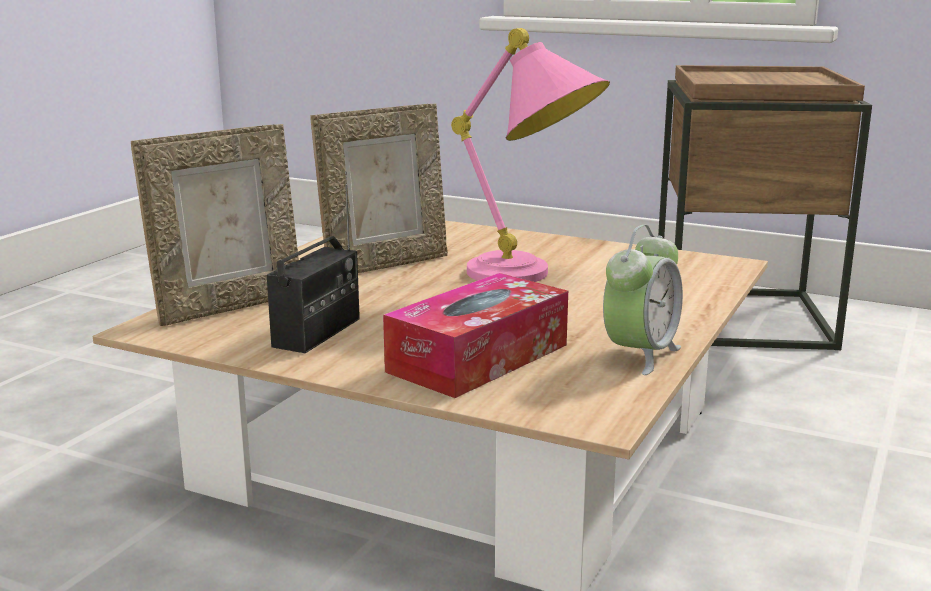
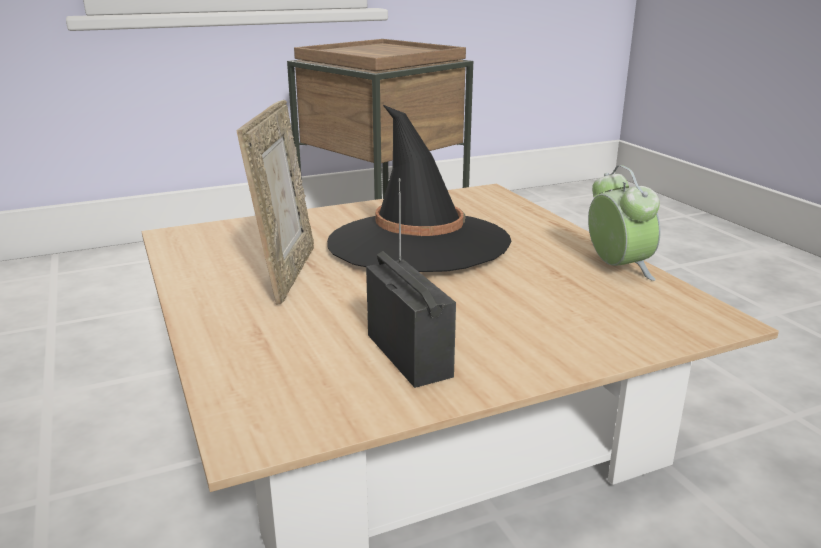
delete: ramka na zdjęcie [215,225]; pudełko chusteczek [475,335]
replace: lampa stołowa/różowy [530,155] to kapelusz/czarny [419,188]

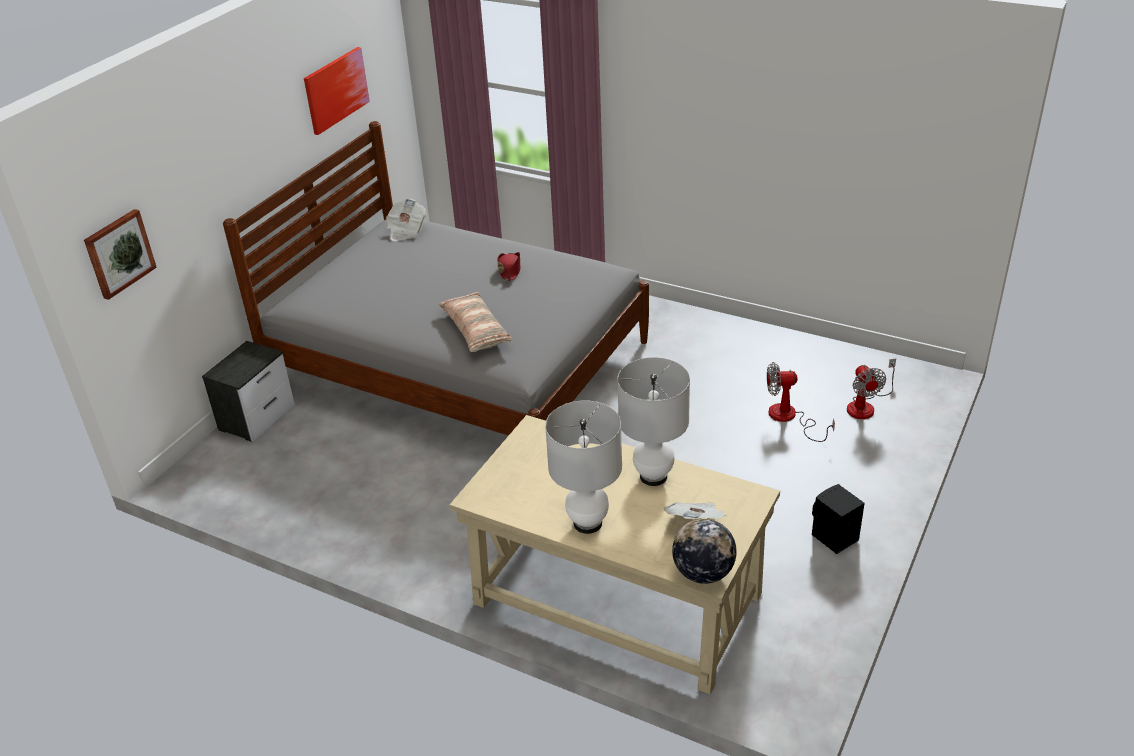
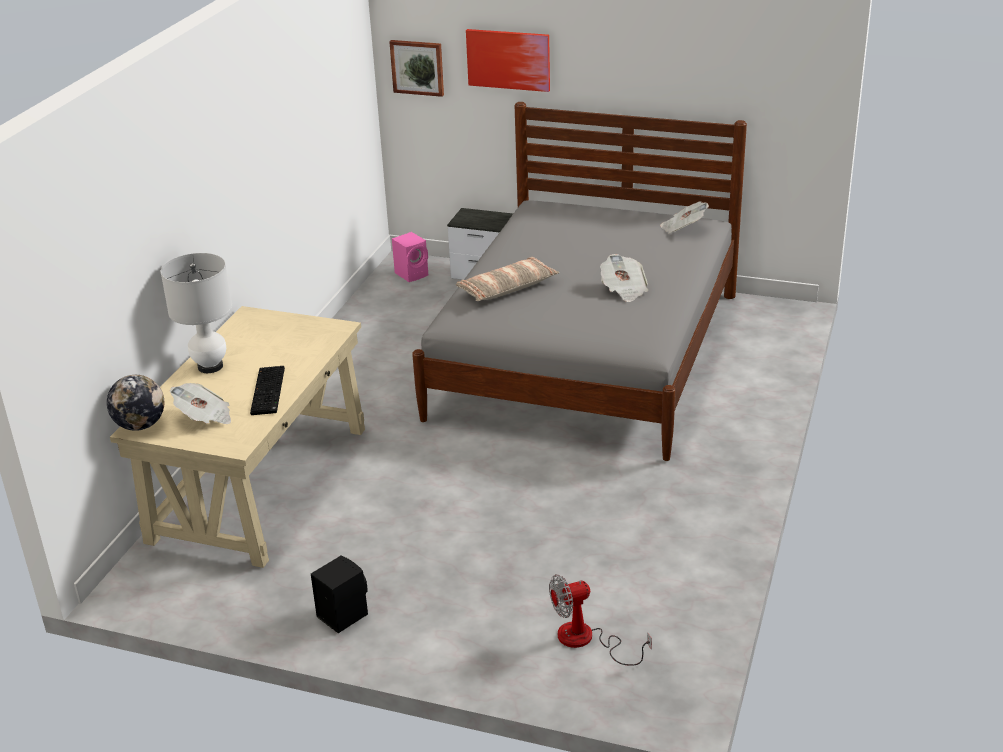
delete: wentylator [801,402]
insert: głośnik/różowy [410,257]
move: obraz [337,91] to [508,60]
replace: kapelusz/czerwony [508,266] to gazeta [624,278]; lampa stołowa/biały [653,421] to klawiatura [267,390]

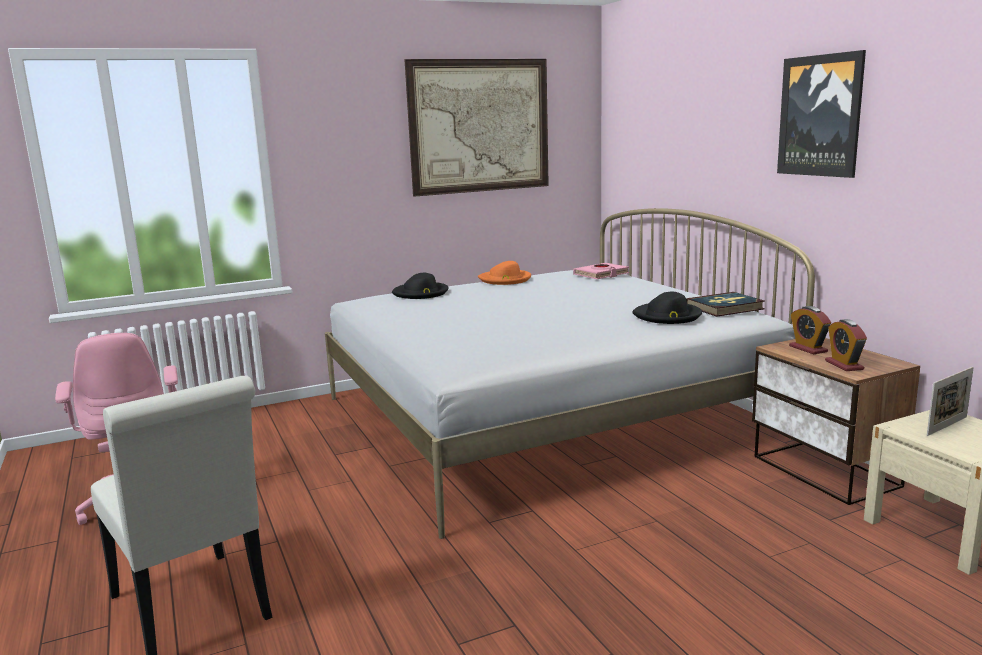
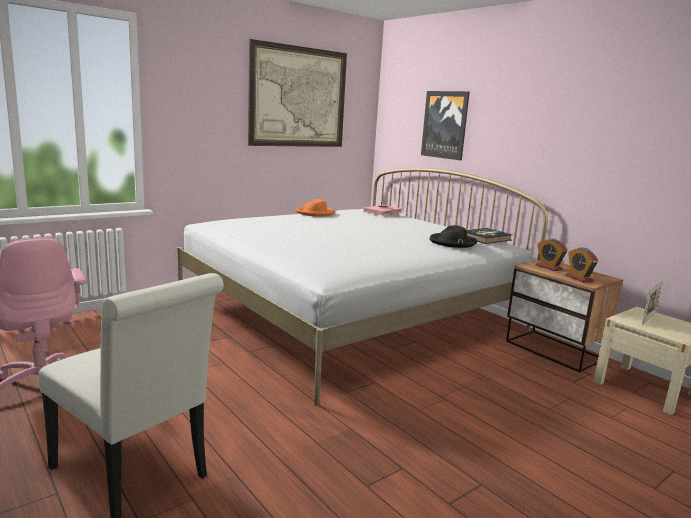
delete: kapelusz/czarny [420,286]
move: obraz [821,114] to [445,126]

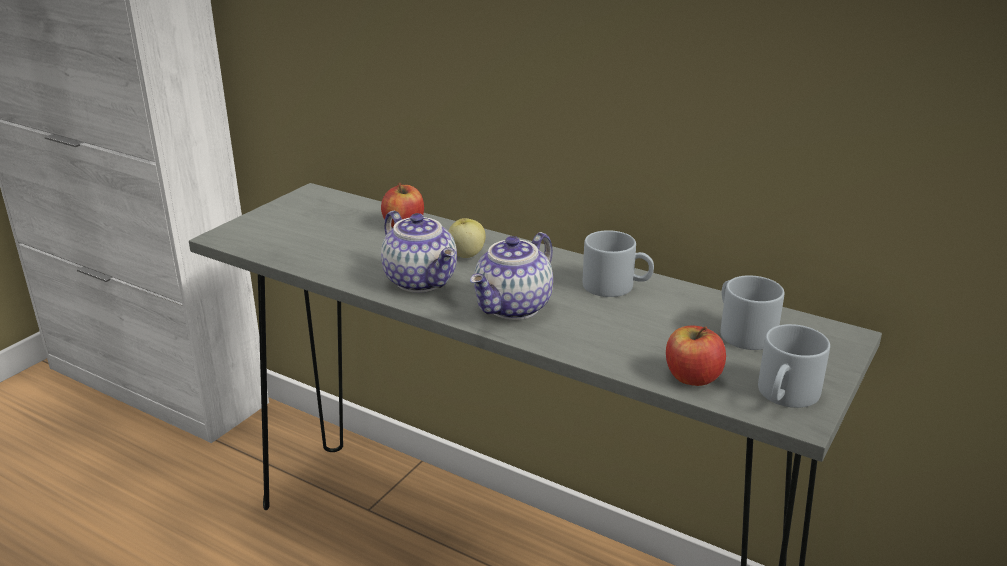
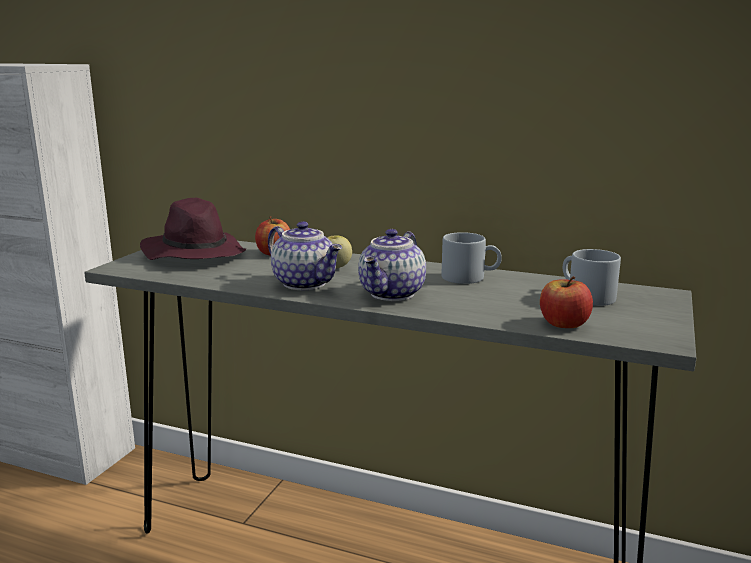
delete: kubek/szary [794,366]
insert: kapelusz/fioletowy [193,229]

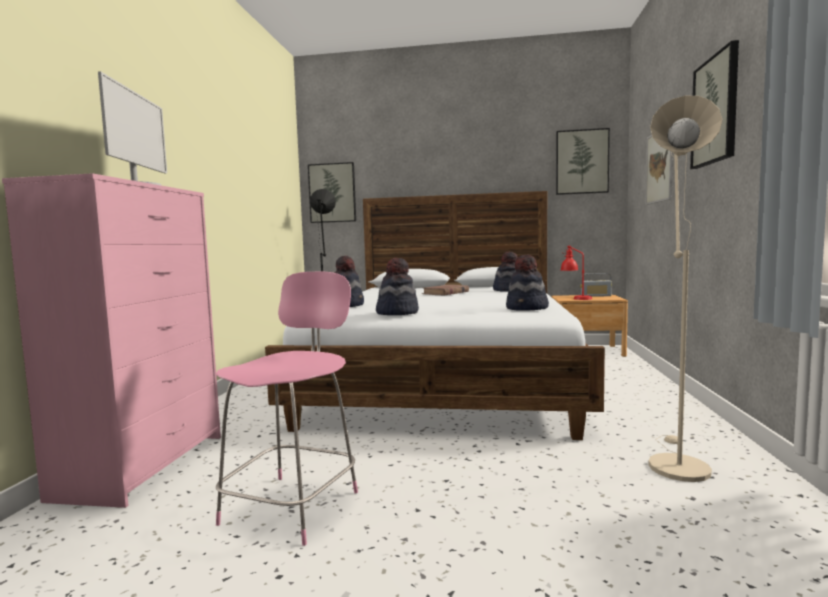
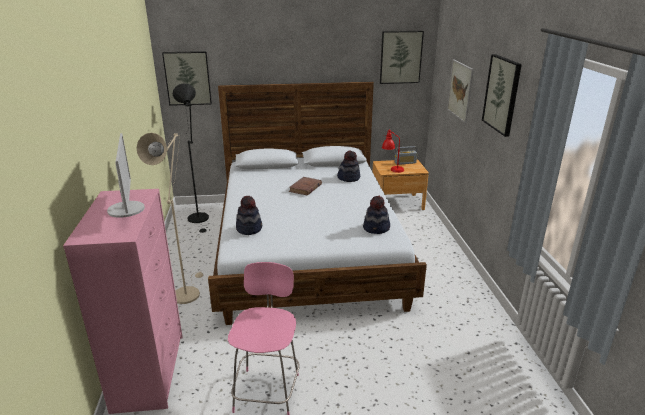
delete: kapelusz [397,286]
move: lampa stojąca/beżowy [685,288] to [169,218]

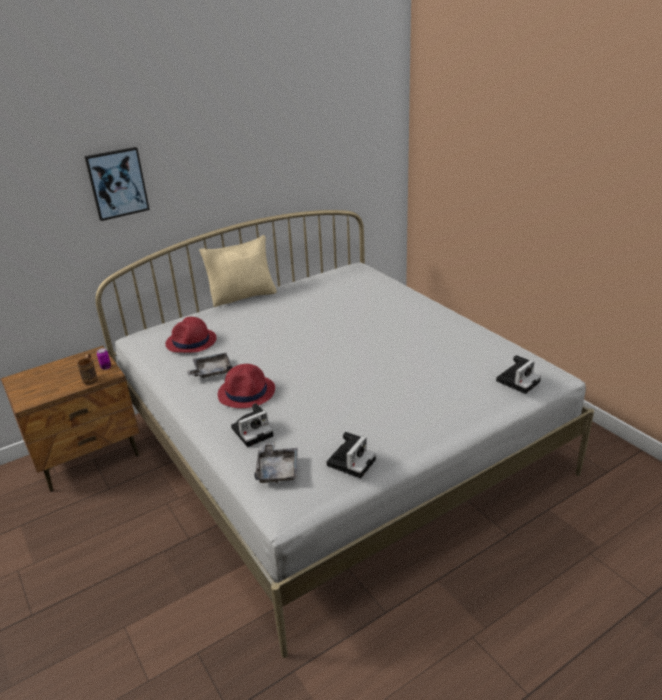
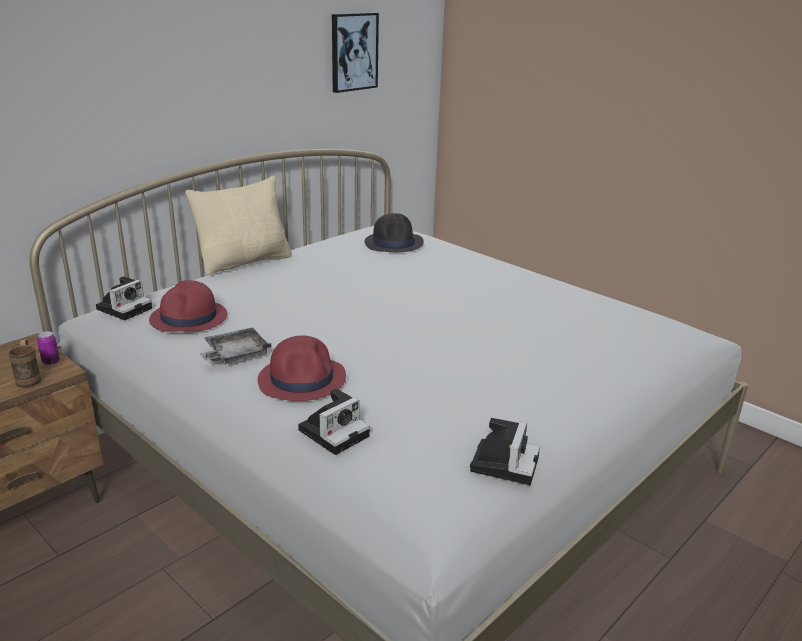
delete: taca/szary [276,462]
insert: kapelusz/czarny [394,232]
move: obraz [117,184] to [355,52]; aparat fotograficzny [518,374] to [124,298]

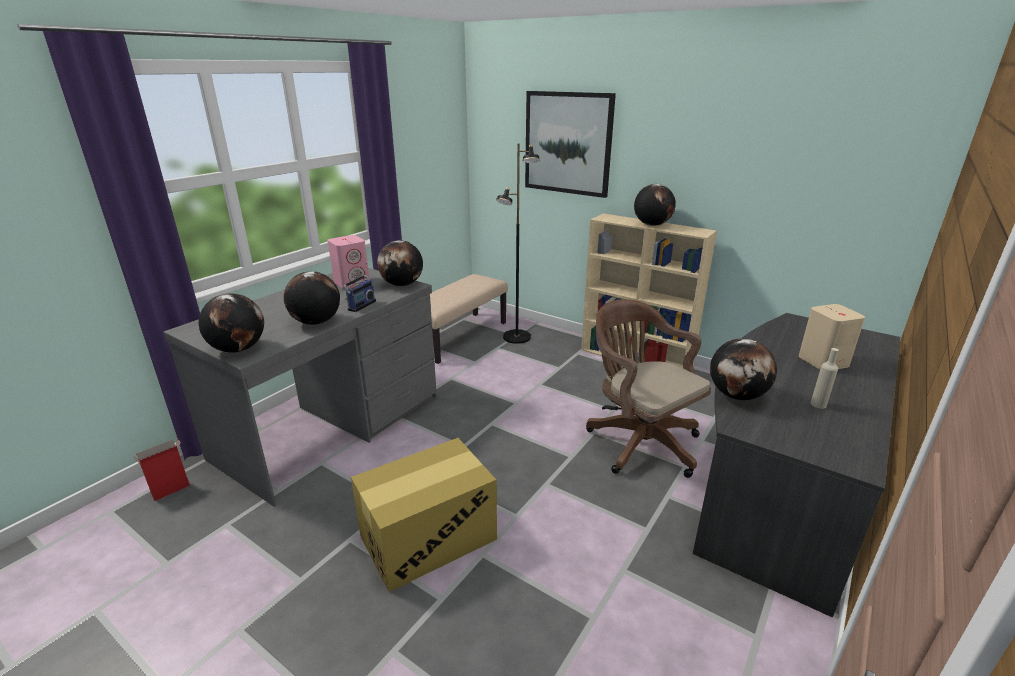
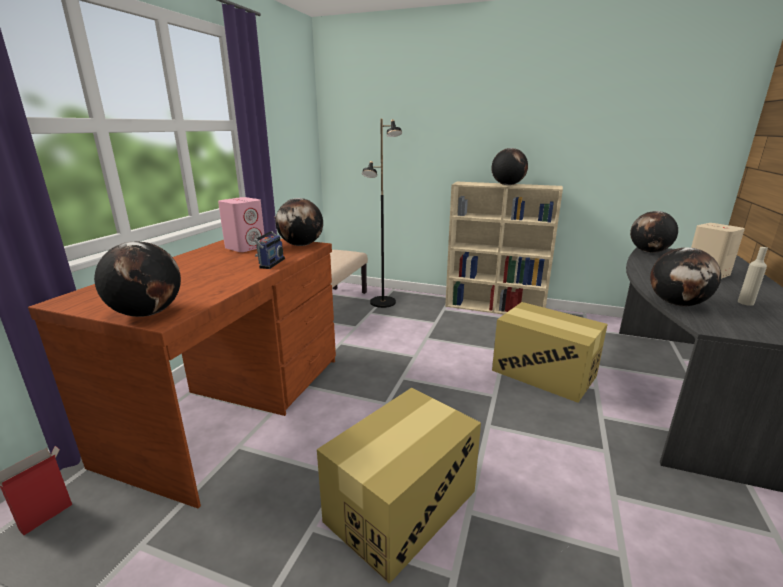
delete: obraz [570,144]
move: globus [312,298] to [654,232]
replace: krzesło biurowe/brązowy [648,388] to karton [550,352]
recolor: biurko/szary [300,387] to biurko/brązowy [182,373]

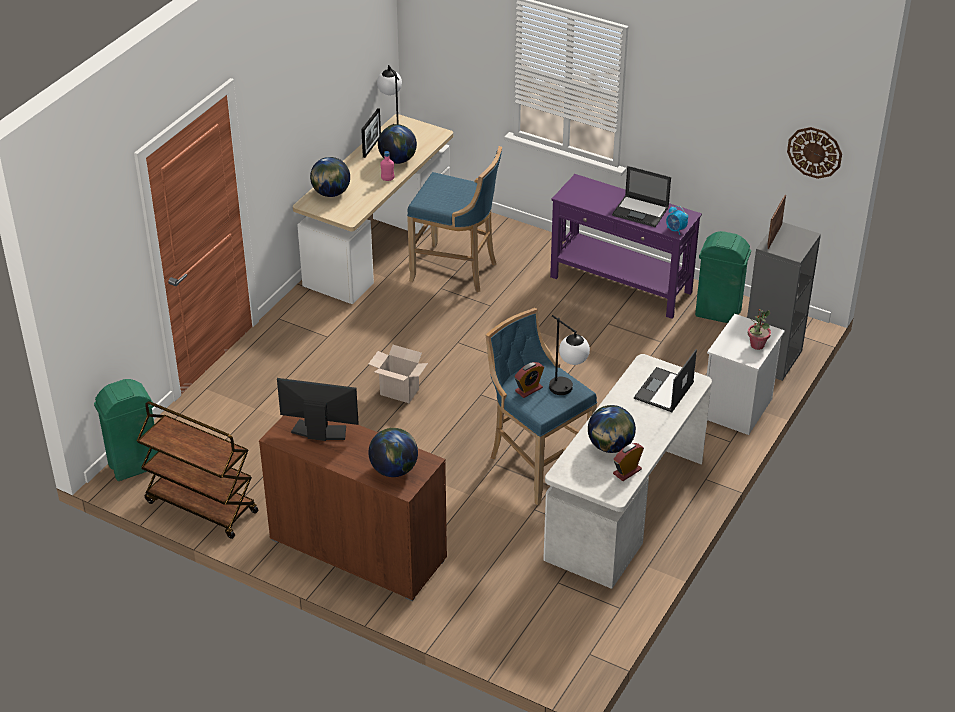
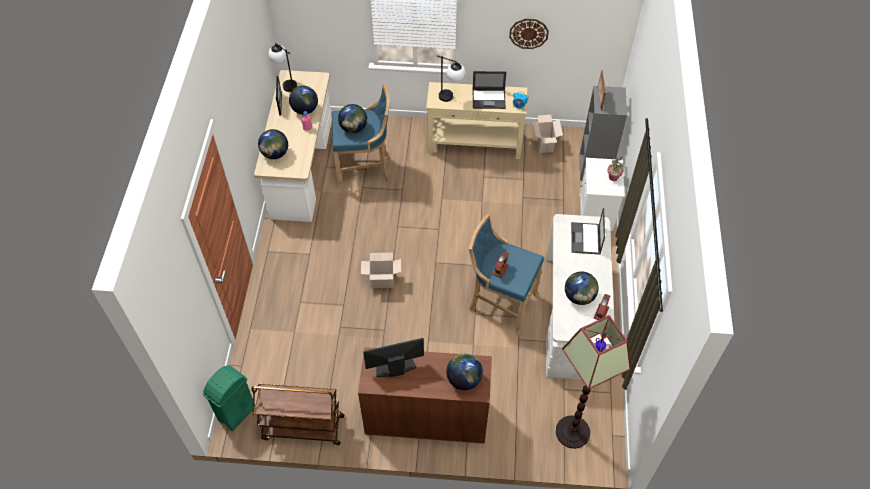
insert: globus [352,118]; lampa stojąca [594,382]
move: lampa stołowa [569,355] to [451,78]; zegar ścienny [814,153] to [529,34]
replace: kosz na śmieci/zielony [723,277] to karton [548,134]
recolor: stolik konsolowy/fioletowy [626,246] to stolik konsolowy/beżowy [476,120]

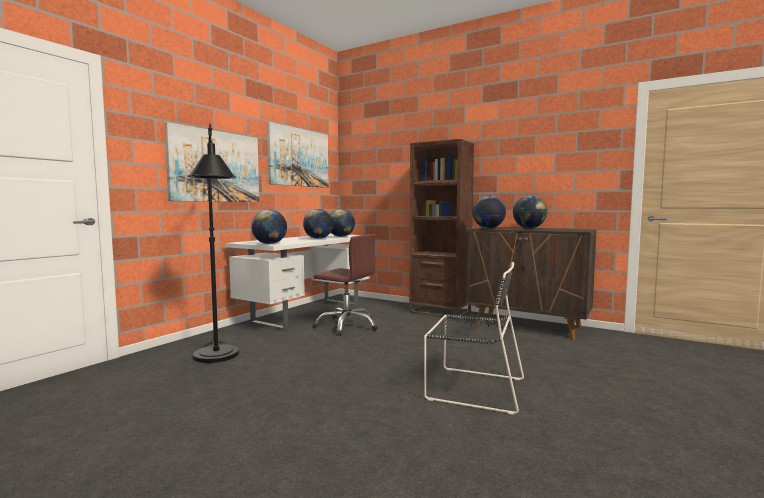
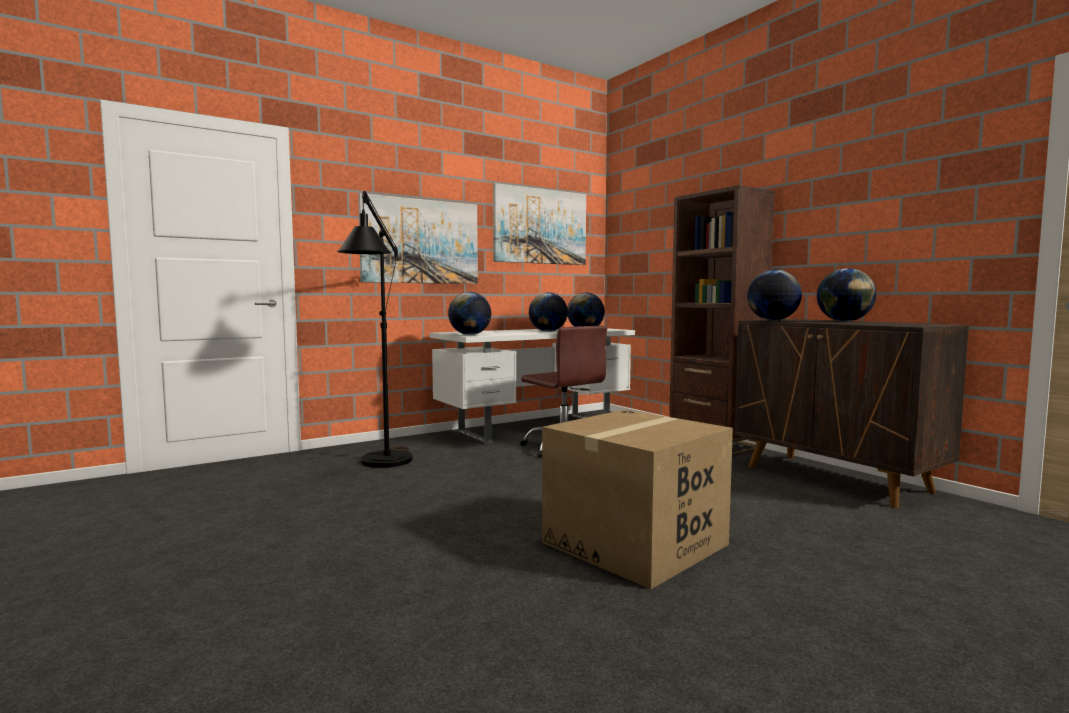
replace: krzesło/czarny [474,338] to karton [637,499]

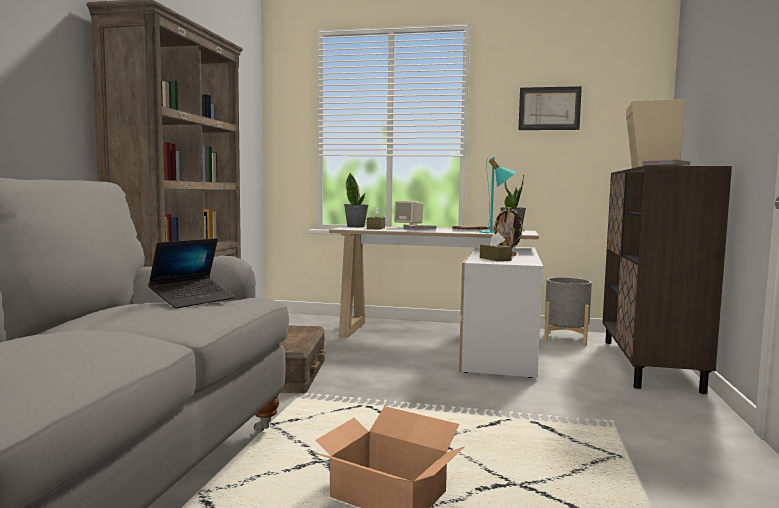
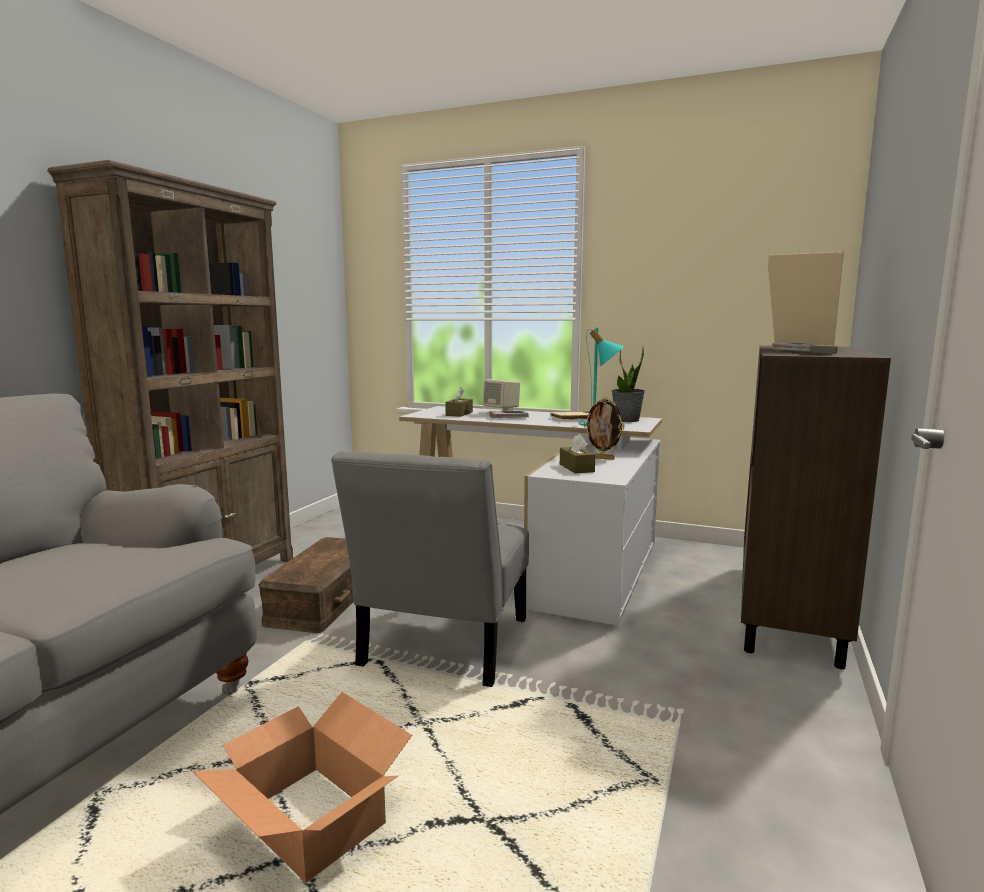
delete: laptop [191,273]; roślina doniczkowa [356,200]; obraz [550,108]; donica/szary [568,311]
insert: krzesło/szary [430,569]

